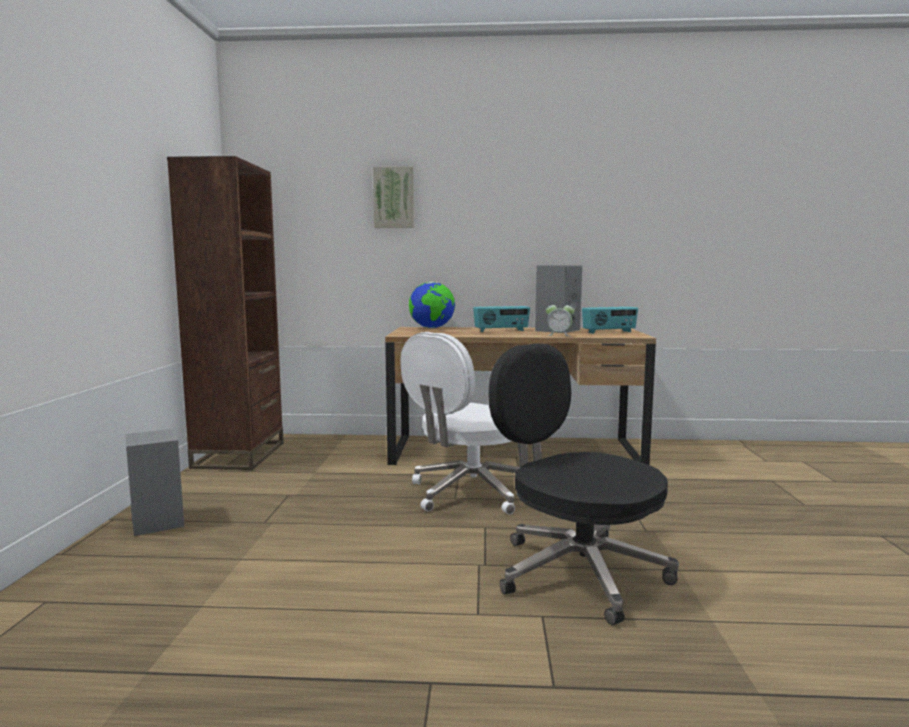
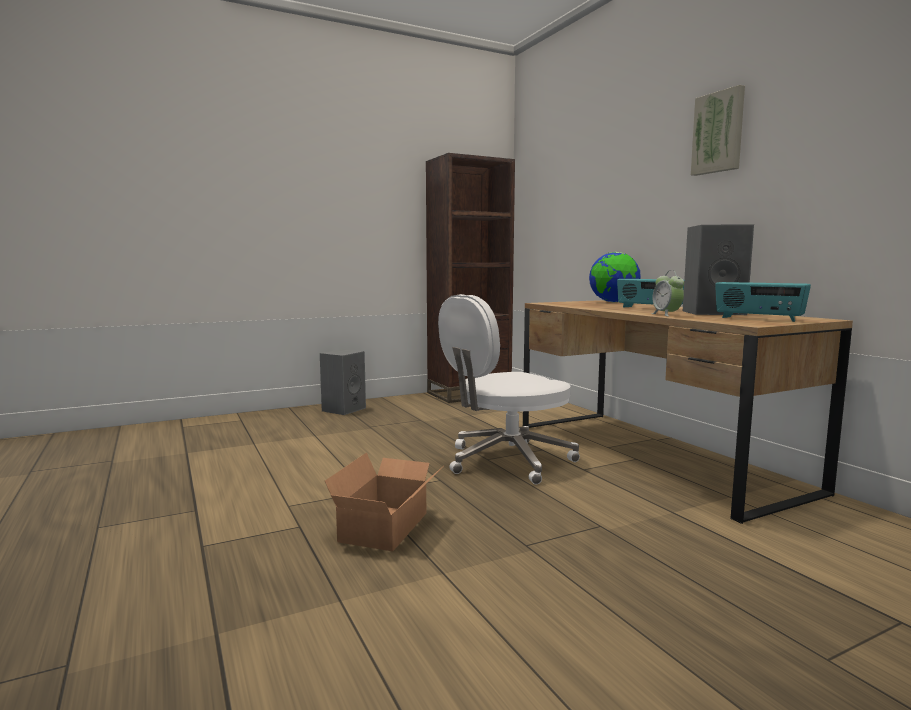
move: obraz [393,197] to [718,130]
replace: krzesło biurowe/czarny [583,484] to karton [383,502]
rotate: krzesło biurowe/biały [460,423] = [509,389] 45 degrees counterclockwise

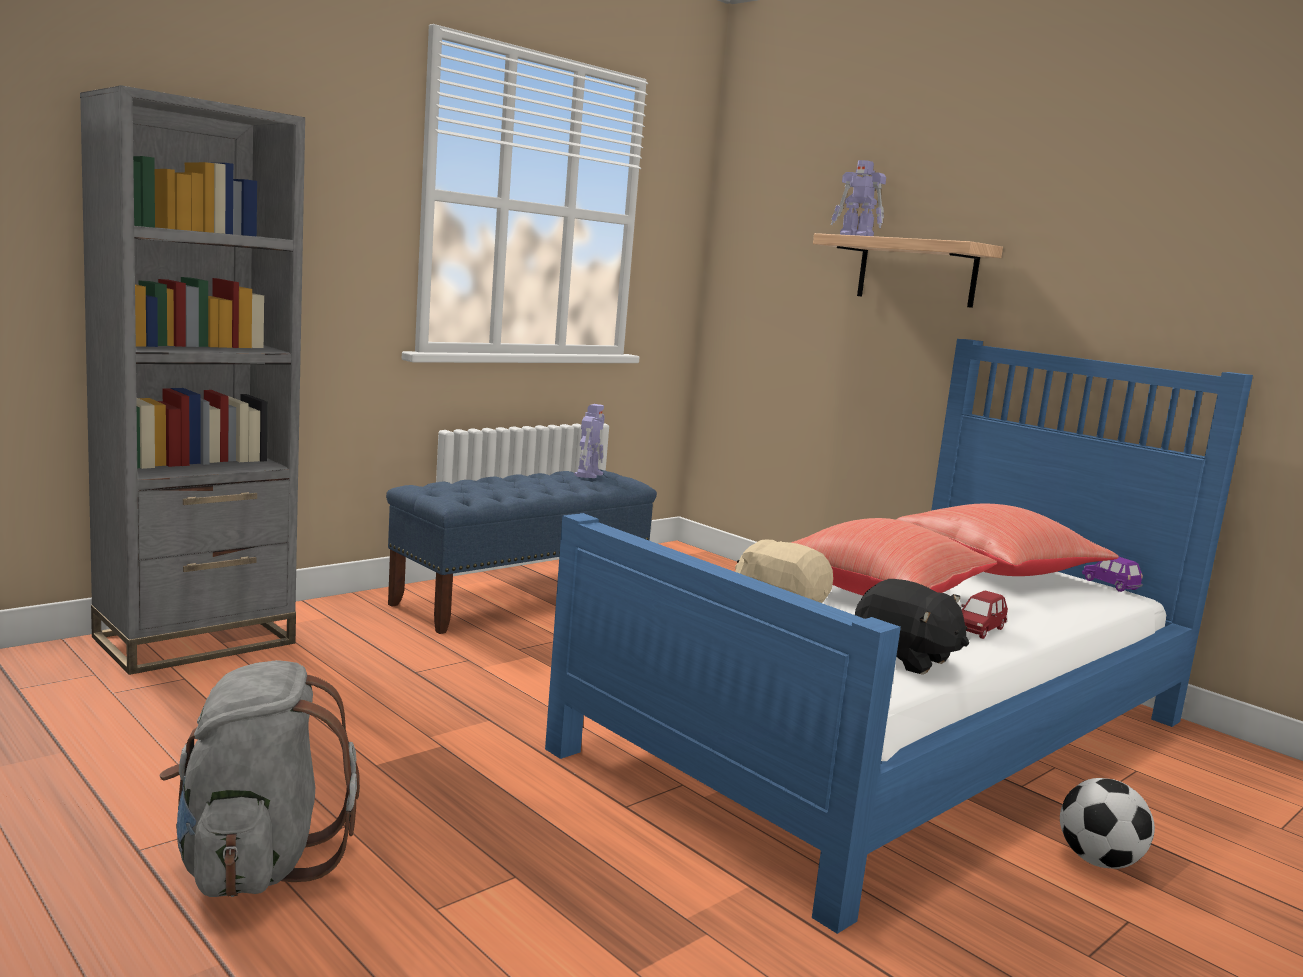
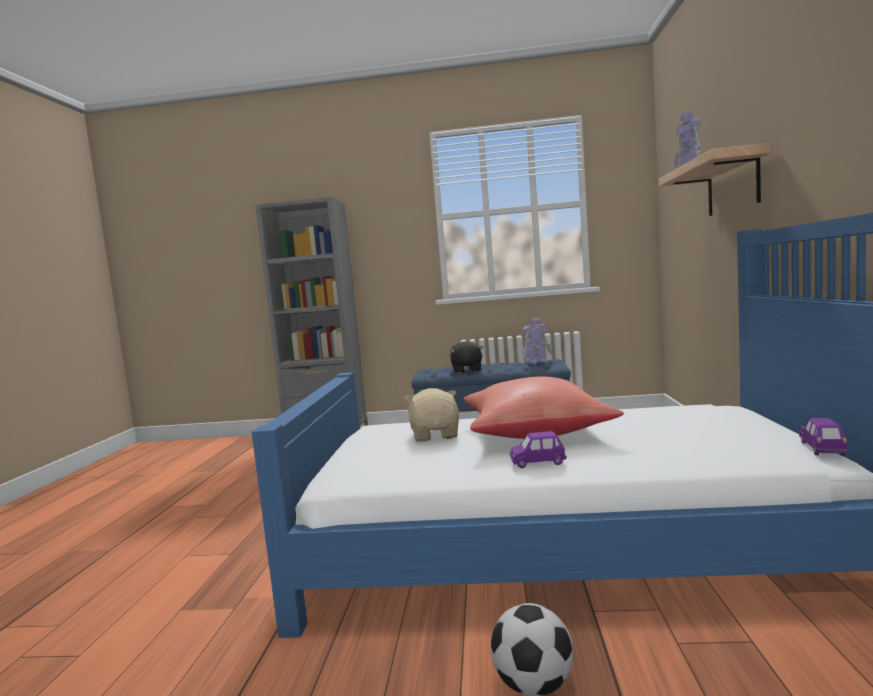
delete: plecak/szary [260,778]; poduszka/czerwony [1007,540]
move: pluszak/czarny [912,627] to [467,357]
recolor: samochodzik/czerwony [984,614] to samochodzik/fioletowy [538,449]

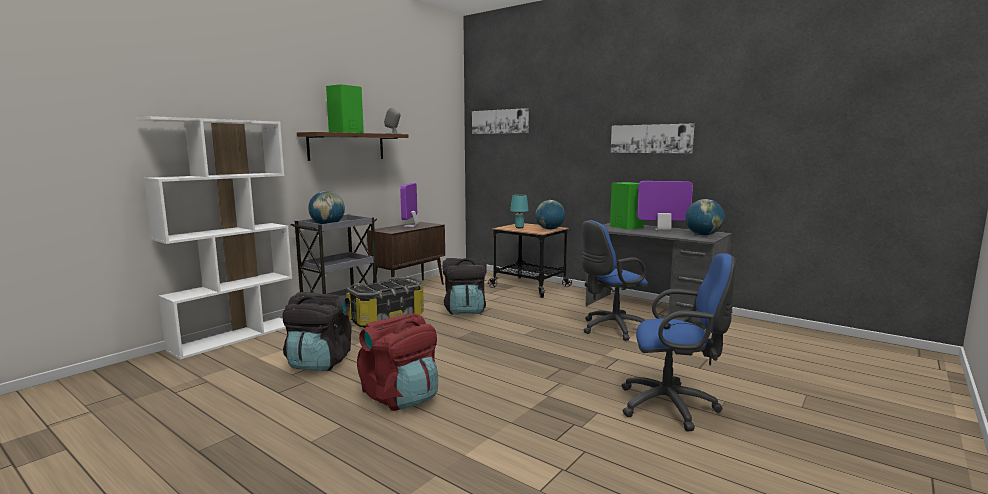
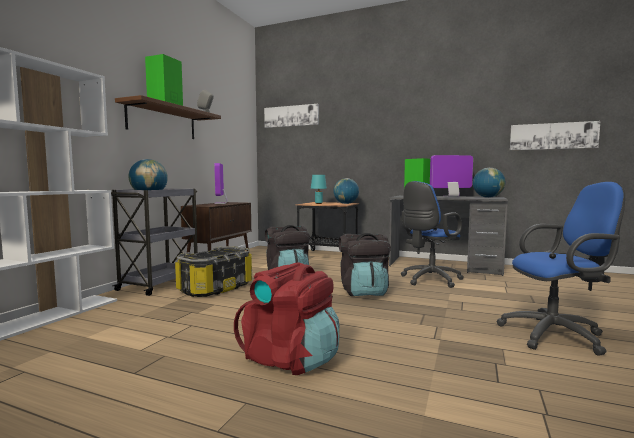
move: plecak/czarny [317,331] to [365,264]; obraz [653,138] to [555,135]

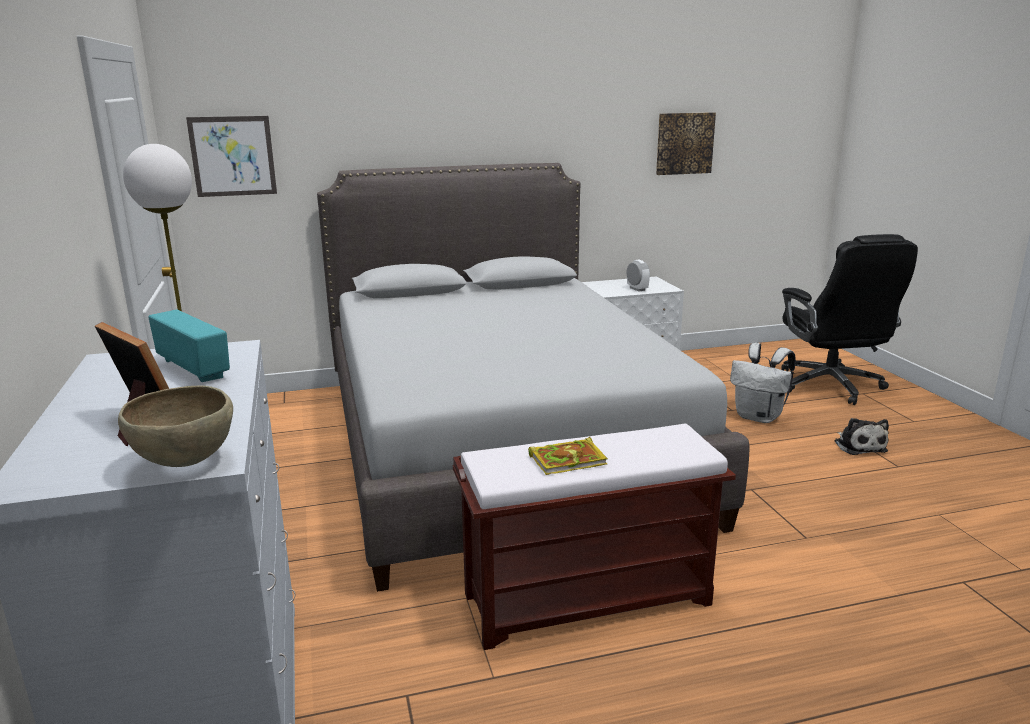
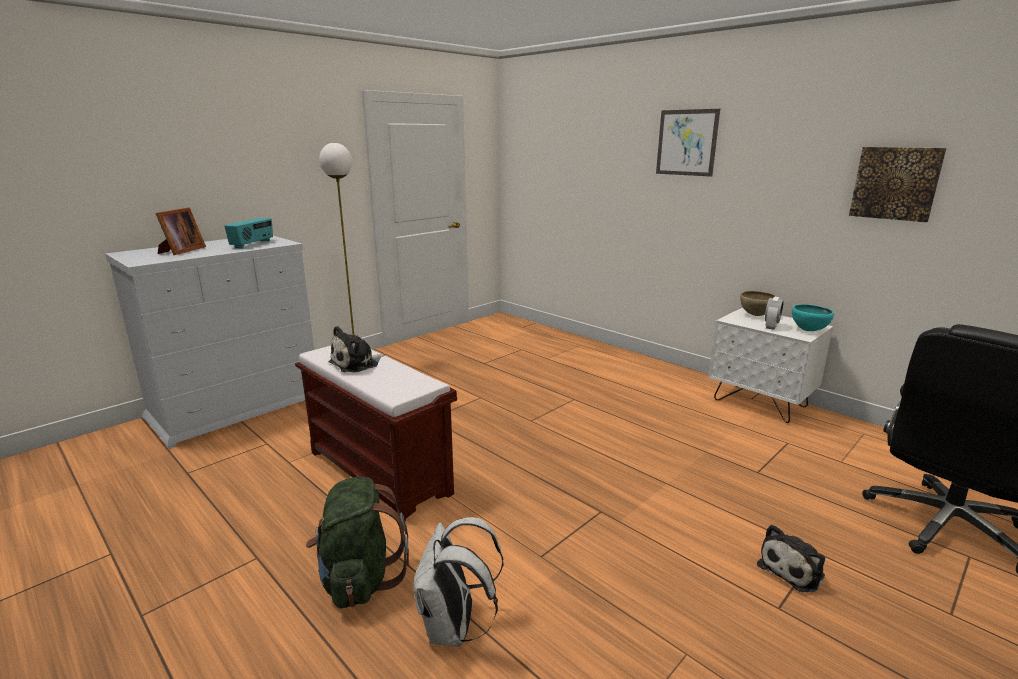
delete: łóżko/szary [533,377]
insert: plecak/zielony [357,543]; miska/turkusowy [813,317]
move: miska/brązowy [175,426] to [758,303]; obraz [231,156] to [688,143]; plecak/biały [763,383] to [458,582]
replace: książka [568,456] to pluszak [357,349]

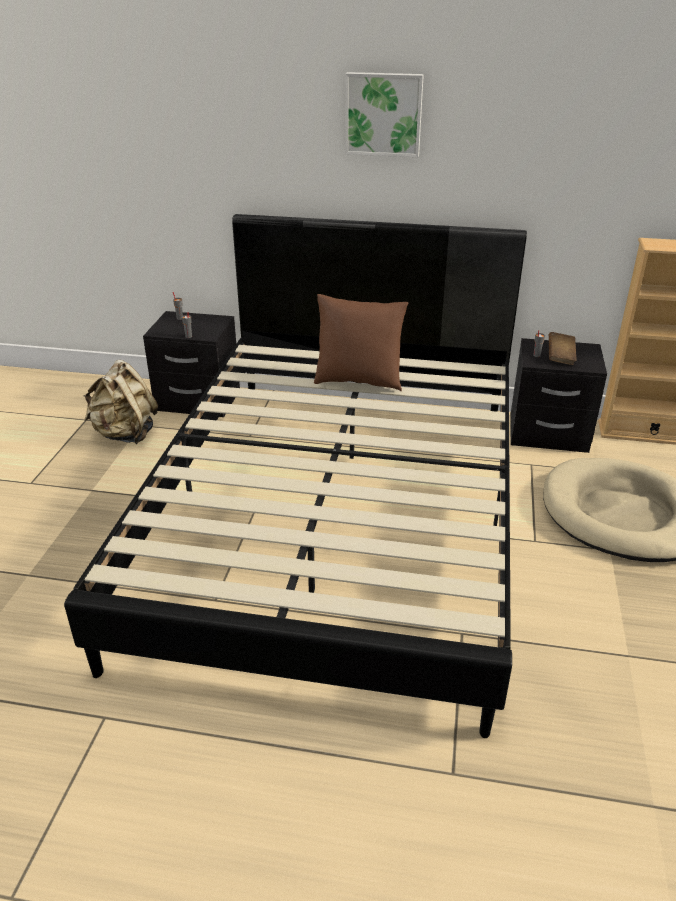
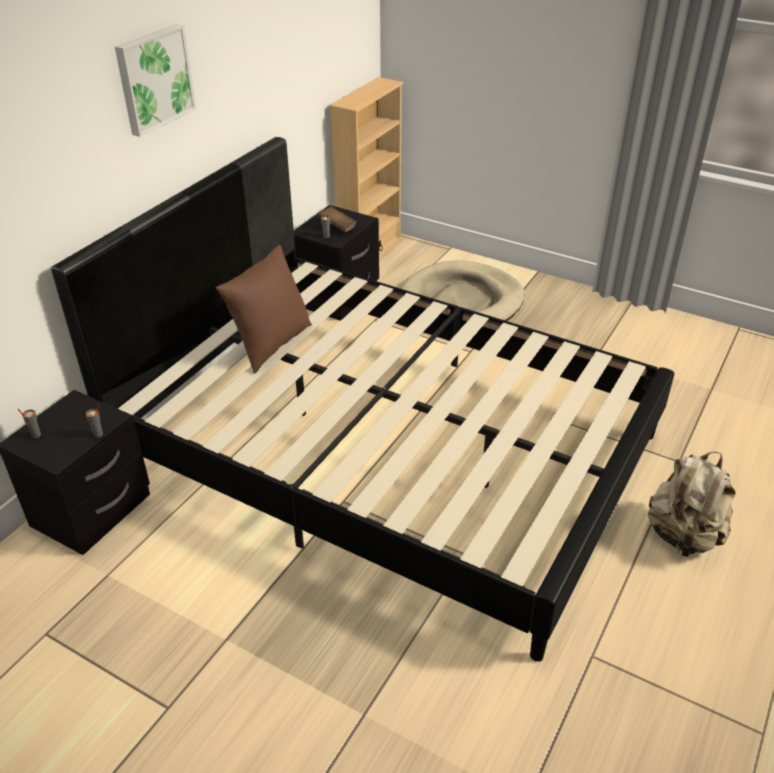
move: plecak/beżowy [121,402] to [692,504]

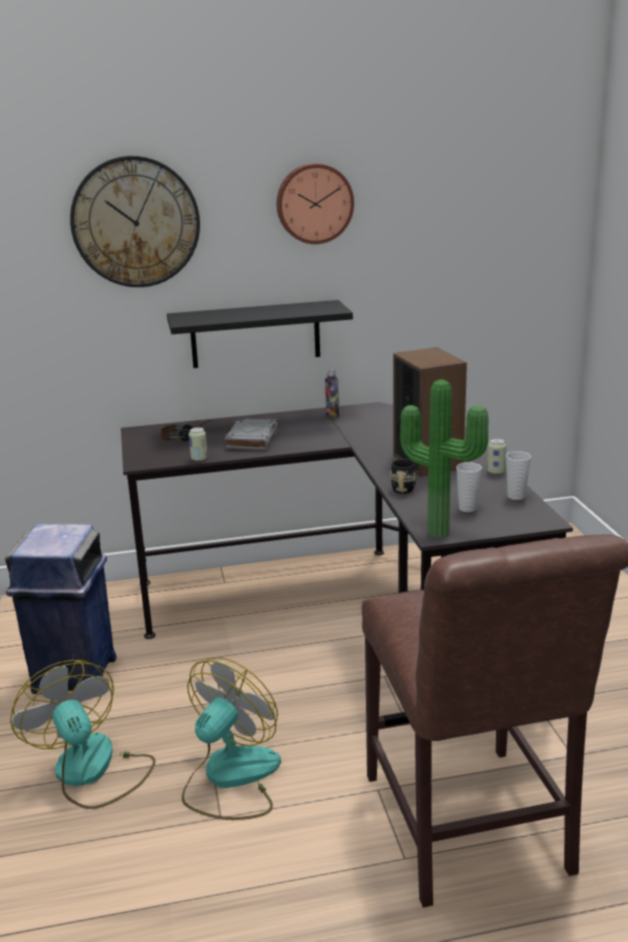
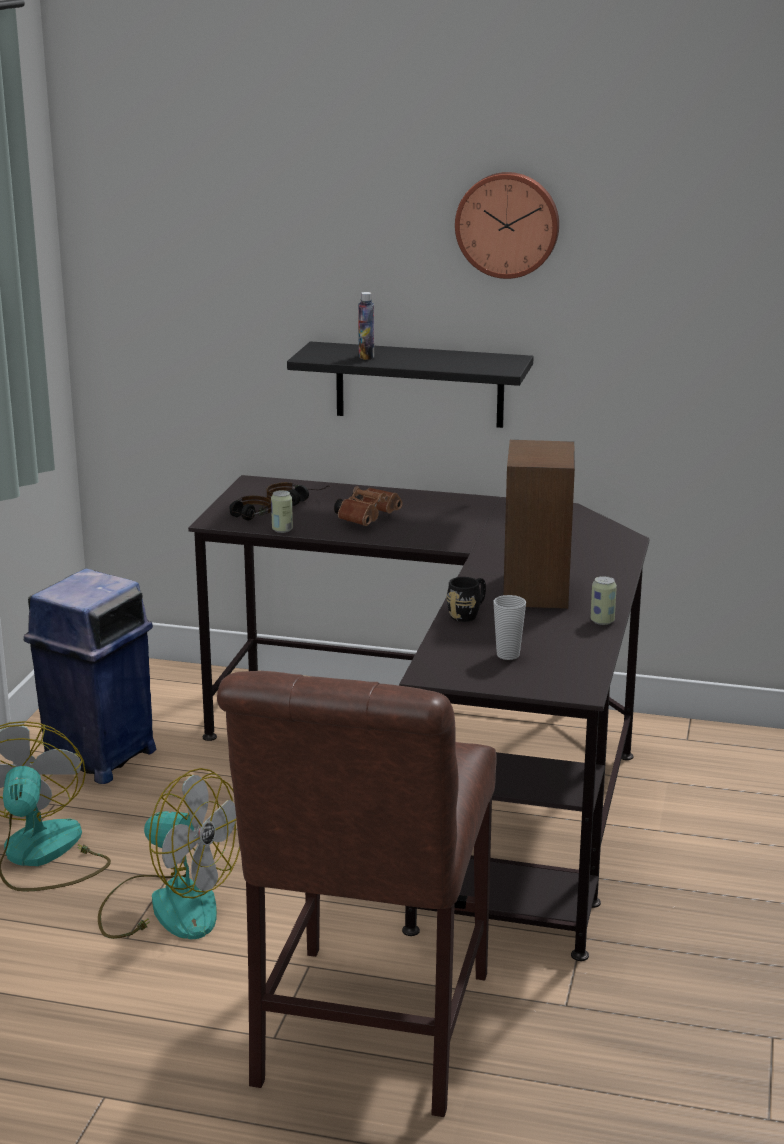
delete: zegar ścienny [135,221]; roślina doniczkowa [444,458]; filiżanka [518,475]
insert: słuchawki [250,508]
move: butelka [332,393] to [366,326]
replace: książka/szary [252,434] to lornetka/brązowy [368,506]
rotate: wentylator [231,738] = [169,853] 60 degrees clockwise

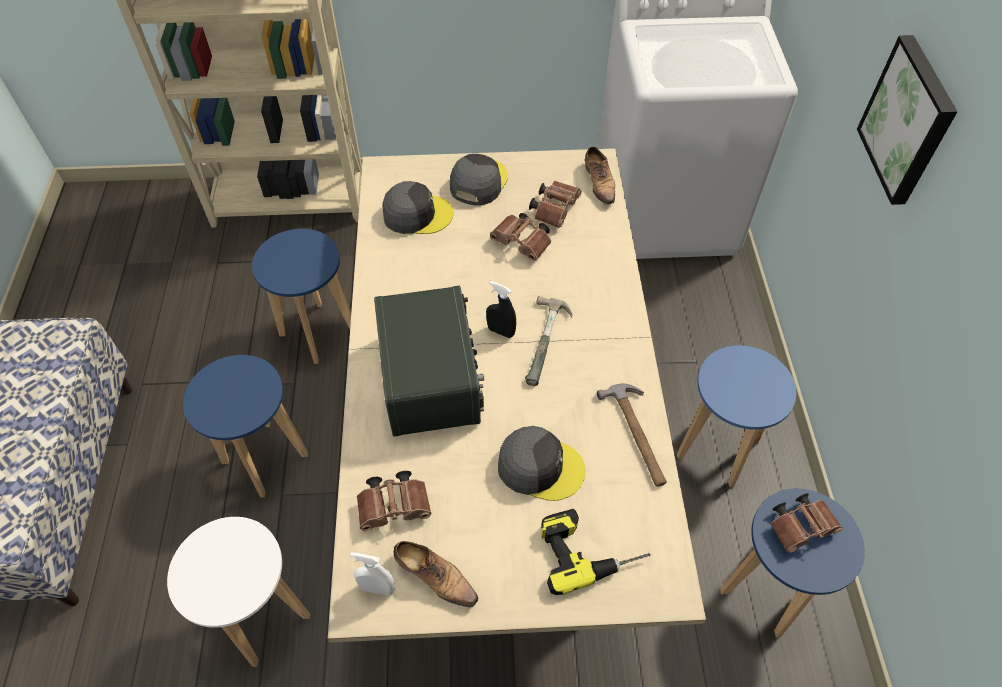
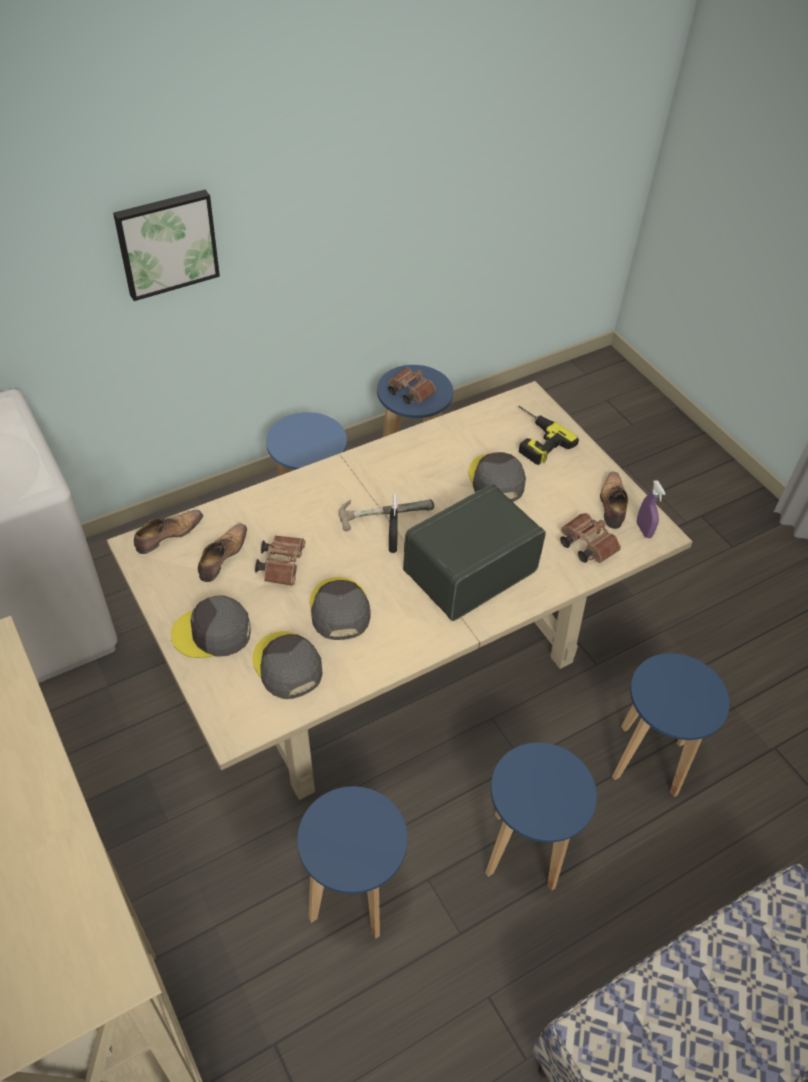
delete: młotek [632,435]
insert: czapka z daszkiem/szary [340,608]
replace: lornetka/brązowy [555,204] to but [222,552]
recolor: stołek/biały [238,592] to stołek/niebieski [671,725]; spryskiwacz/biały [372,574] to spryskiwacz/fioletowy [651,509]

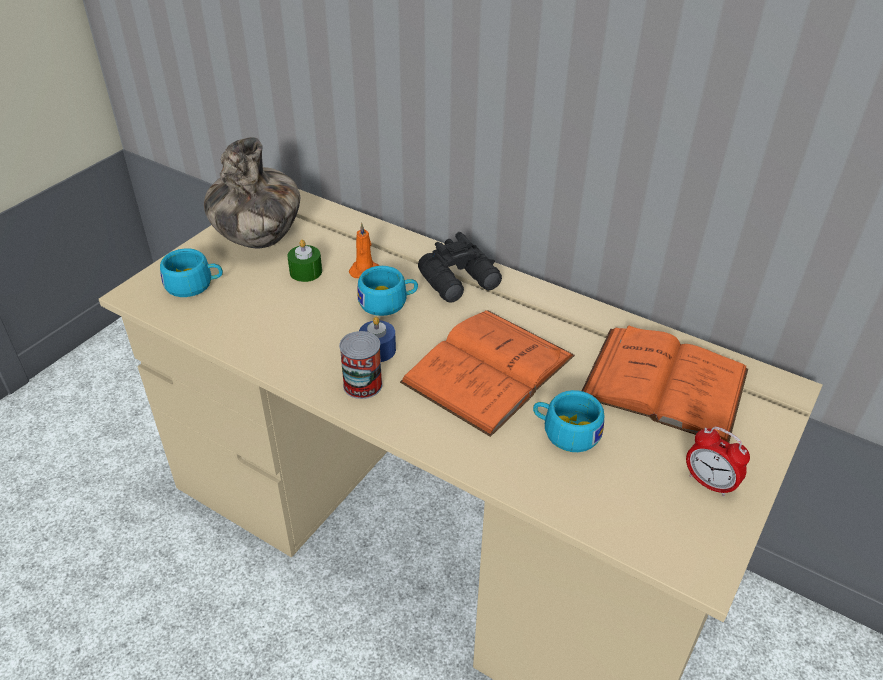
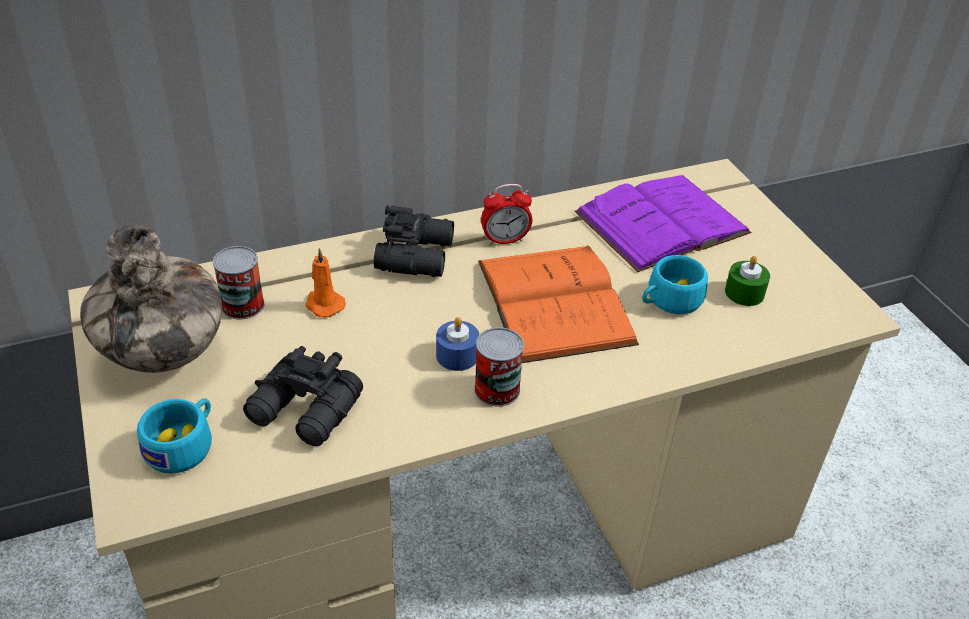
delete: filiżanka/turkusowy [387,291]
insert: puszka [239,283]; lornetka/czarny [303,396]
move: świeca/zielony [304,261] to [747,281]; budzik [718,462] to [506,214]
recolor: książka/pomarańczowy [665,384] to książka/fioletowy [662,223]

